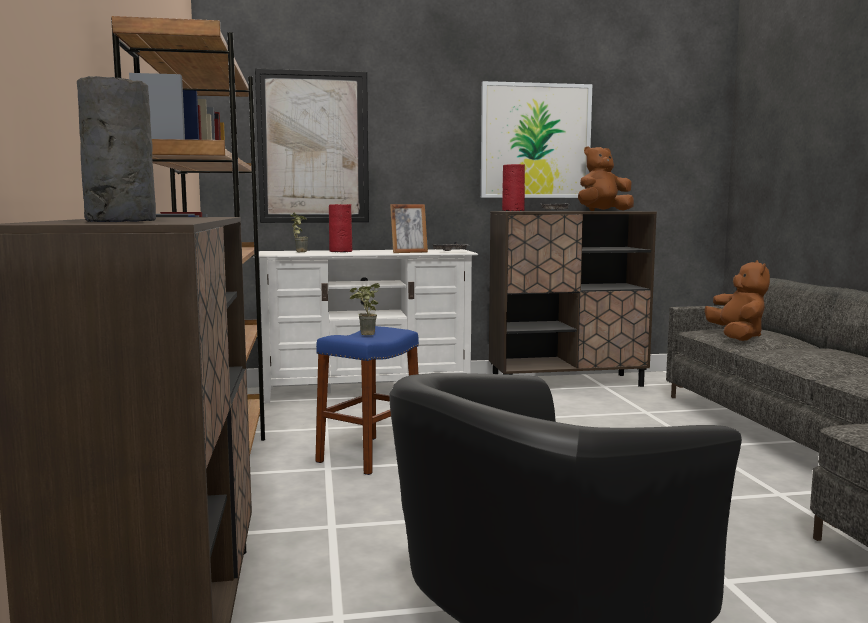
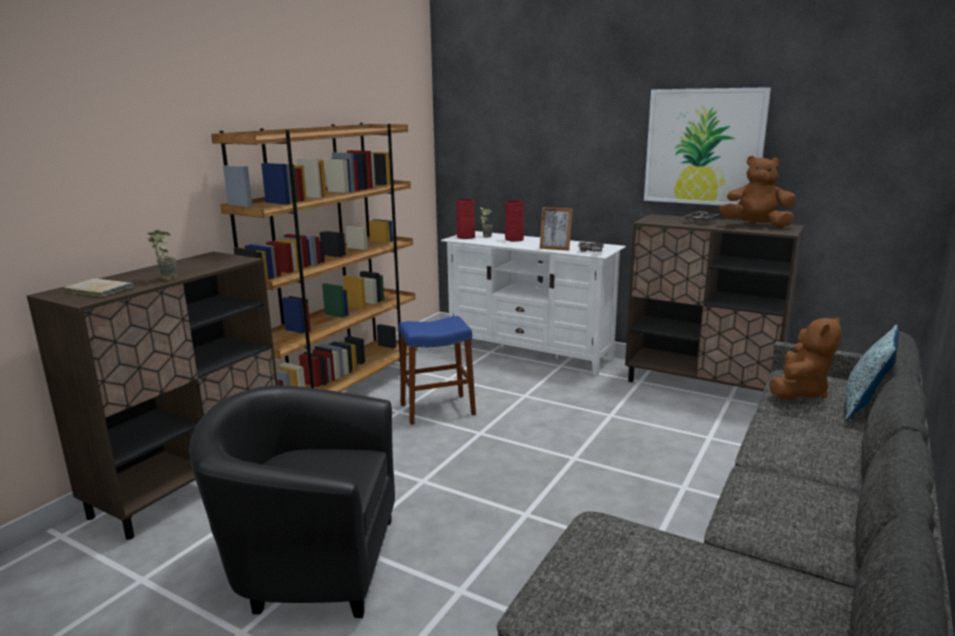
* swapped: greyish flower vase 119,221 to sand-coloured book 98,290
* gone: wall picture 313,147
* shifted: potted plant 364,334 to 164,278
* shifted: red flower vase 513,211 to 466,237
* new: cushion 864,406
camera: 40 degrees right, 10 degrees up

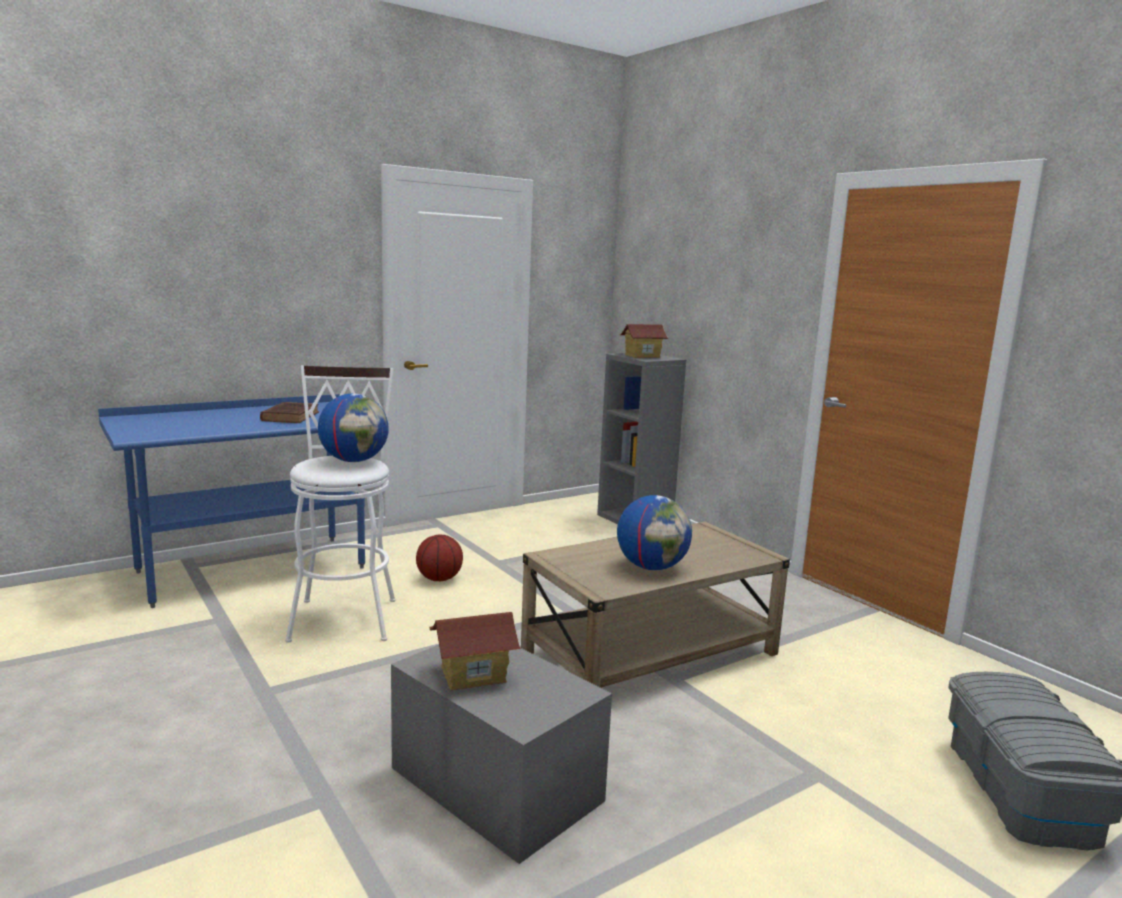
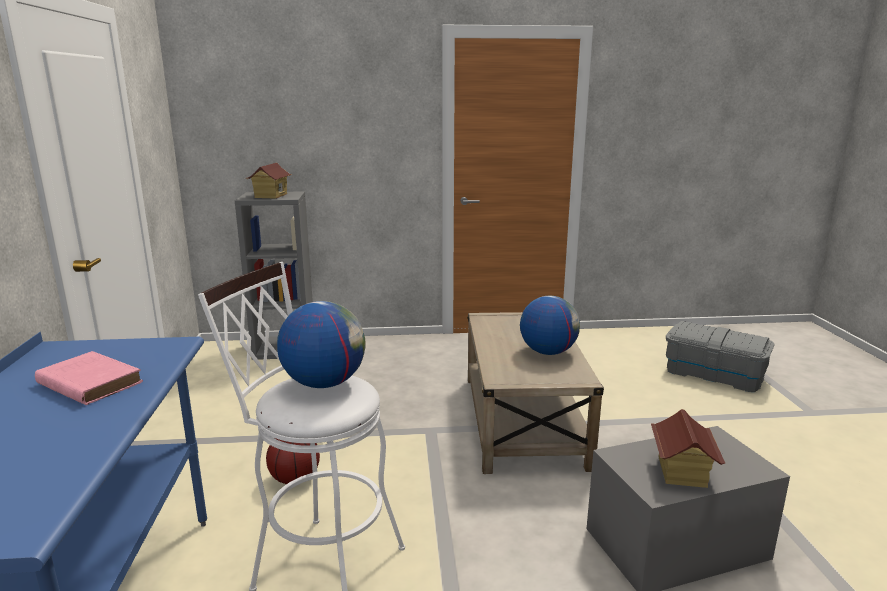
* repainted: brownish book 291,416 to pink book 88,382
camera: 60 degrees left, 5 degrees up

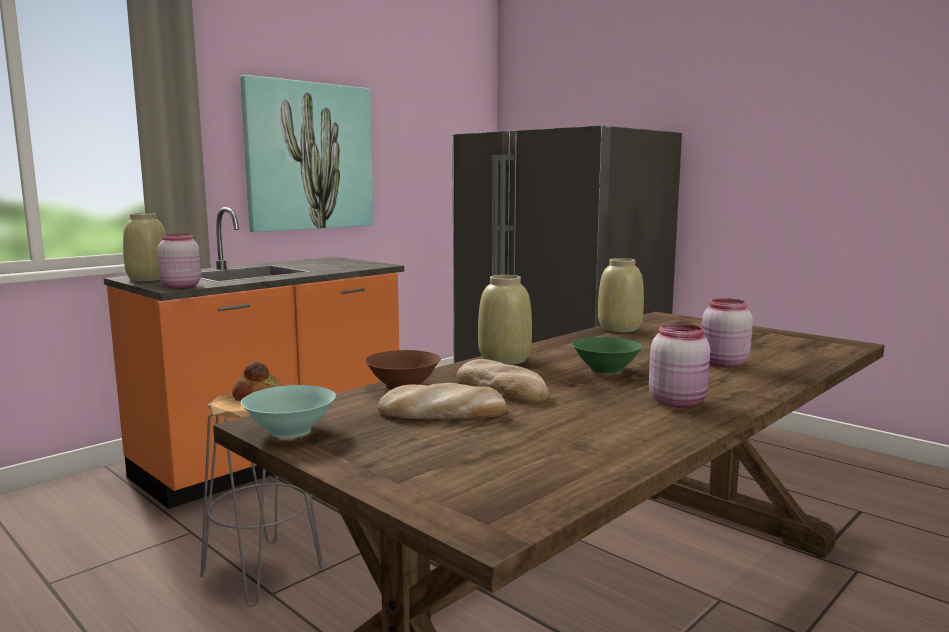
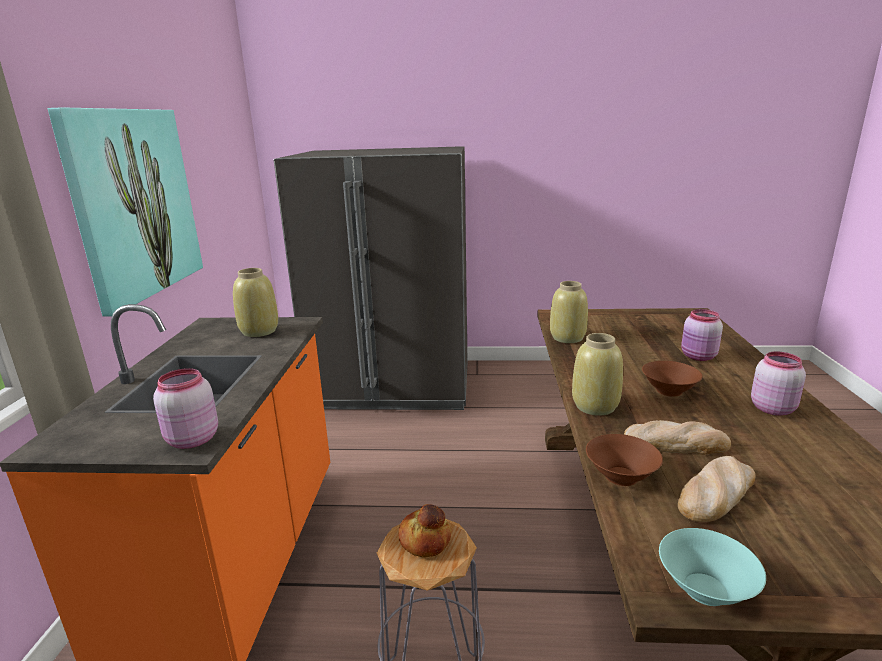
* shifted: sand-coloured flower vase 149,279 to 260,331
* repainted: green-coloured serving bowl 605,369 to brownish serving bowl 668,391
camera: 40 degrees left, 10 degrees up

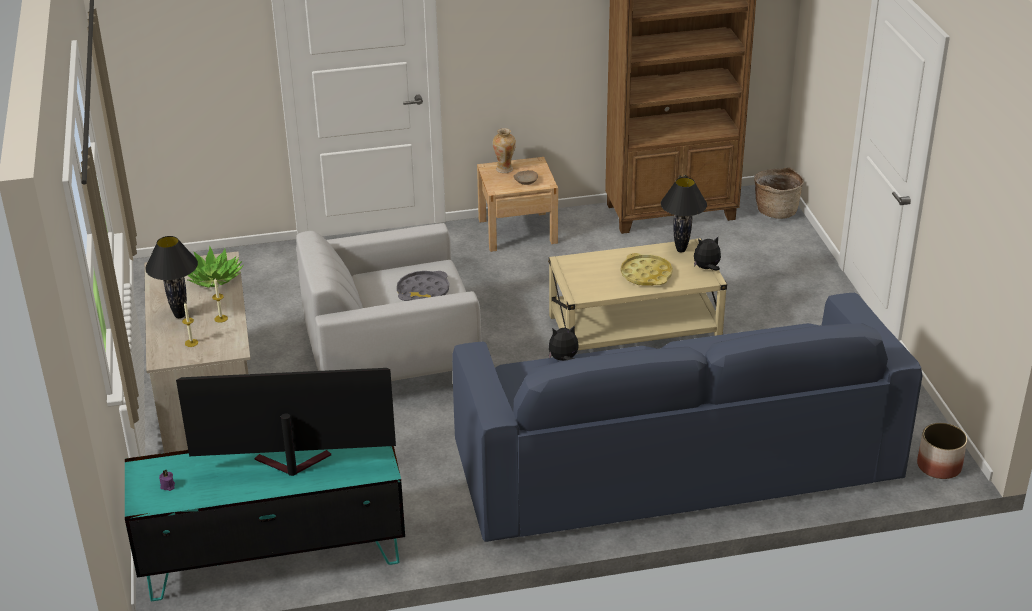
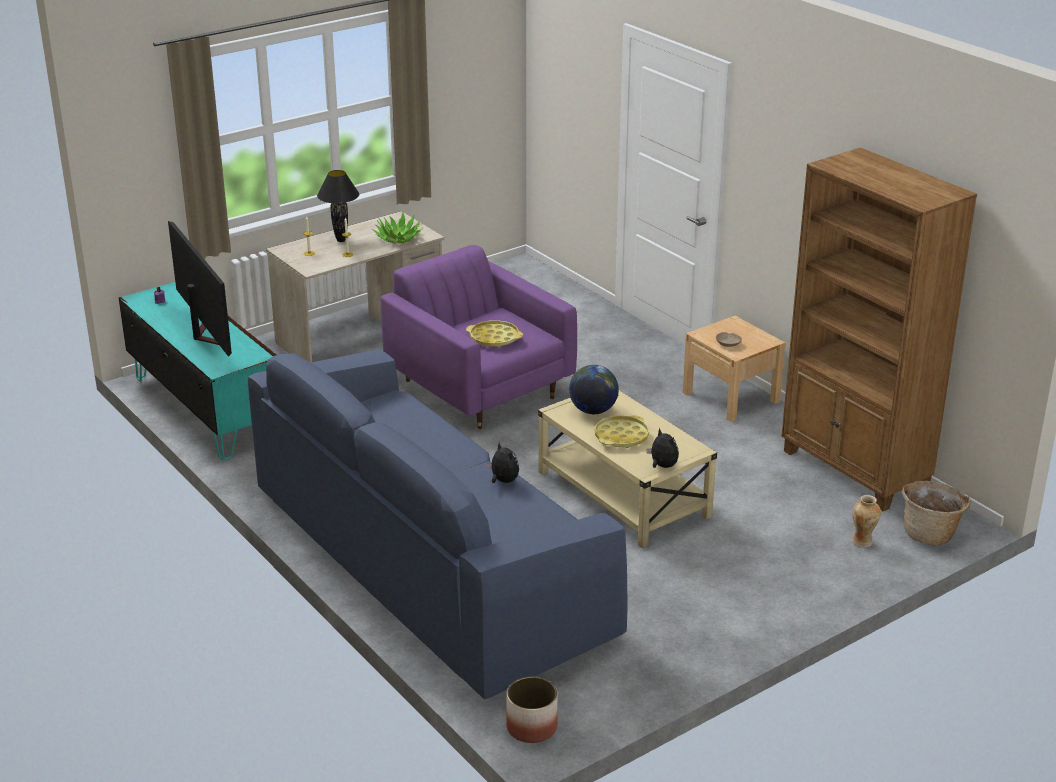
* repainted: white-coloured lounge chair 391,359 to purple-coloured lounge chair 479,389
* repainted: greyish carrying tray 423,292 to yellow-coloured carrying tray 494,338
* shifted: flower vase 504,169 to 862,542
* shifted: plush toy 563,359 to 503,481
* gone: black-coloured tabletop lamp 681,250
* new: world globe 593,411
camera: 65 degrees right, 5 degrees down

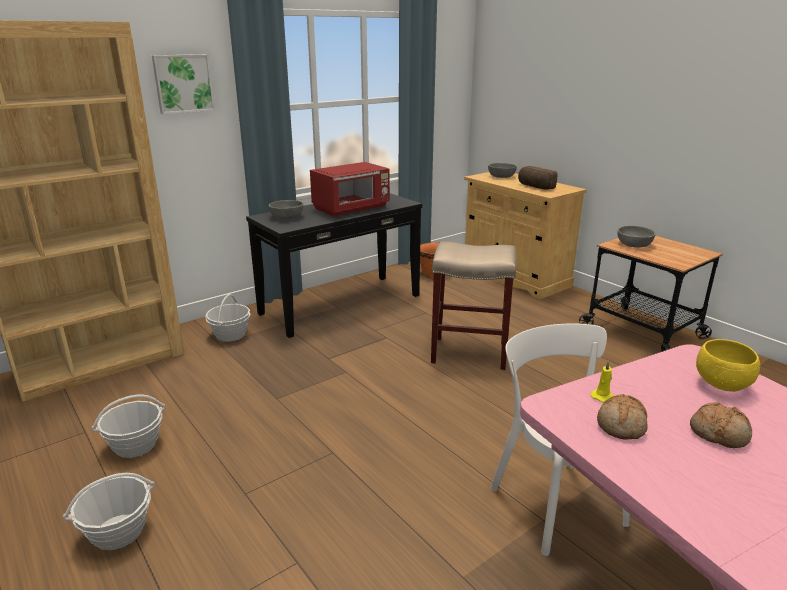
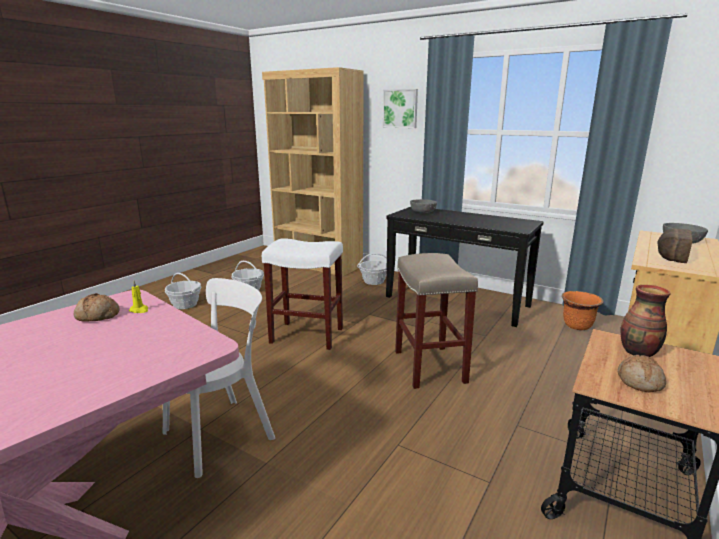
* gone: red kitchen microwave 352,209
* swapped: greyish serving bowl 634,244 to flower vase 638,352
* shifted: bakery bread 719,433 to 640,381
* gone: yellow-coloured serving bowl 723,386
* new: white-coloured stool seat 308,335
camera: 70 degrees right, 5 degrees down

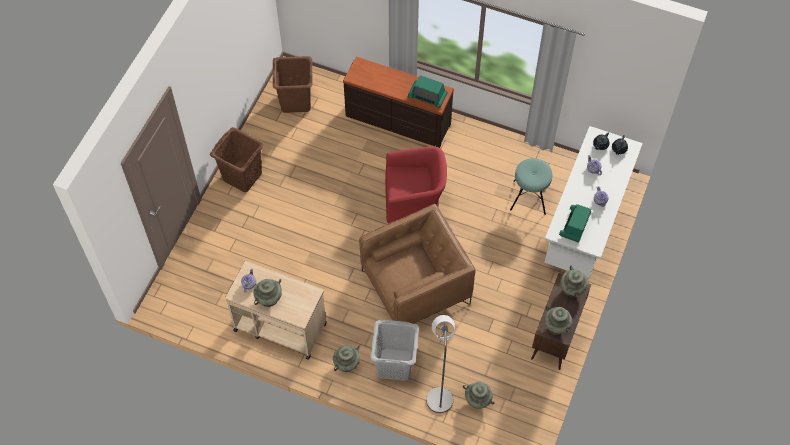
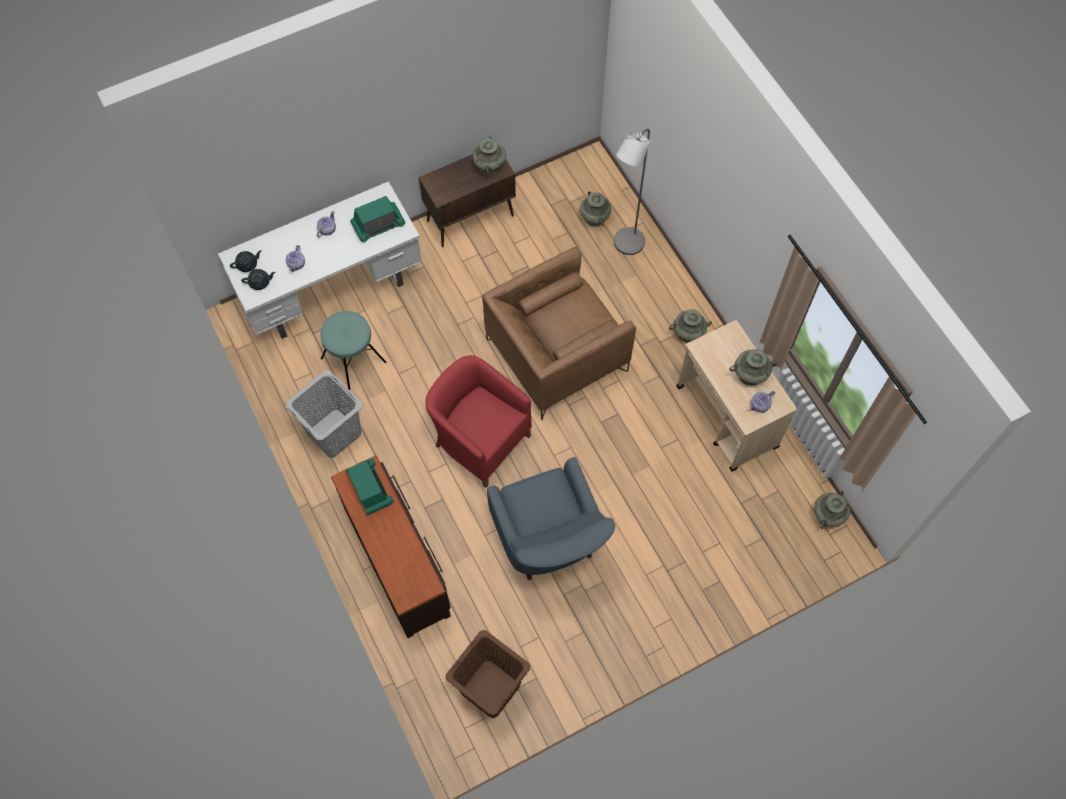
* gone: brownish laundry basket 242,176
* rotated: brownish lounge chair 416,287 = 556,355 45 degrees counterclockwise
* shifted: greyish laundry basket 394,364 to 334,433
* shifted: turquoise flower vase 572,289 to 827,516
* new: blue-coloured lounge chair 549,543
camera: 140 degrees left, 5 degrees up

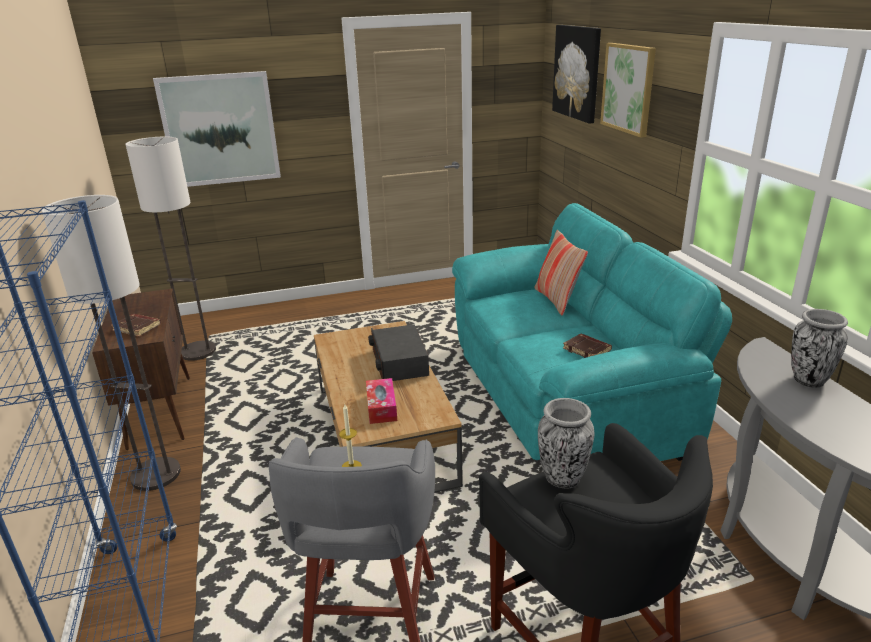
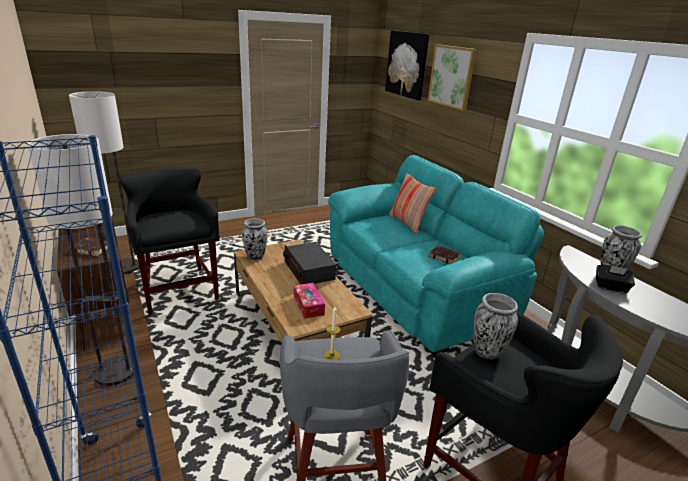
* gone: wall picture 220,129
* new: black-coloured stool seat 179,290
* new: flower vase 255,257
* new: black-coloured tissue box 610,287
camera: 15 degrees left, 0 degrees up

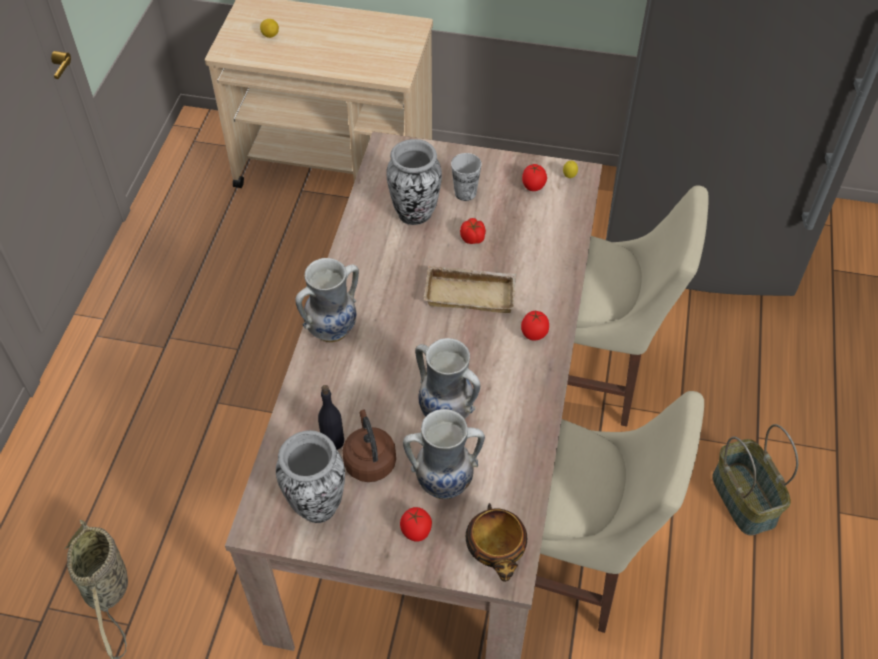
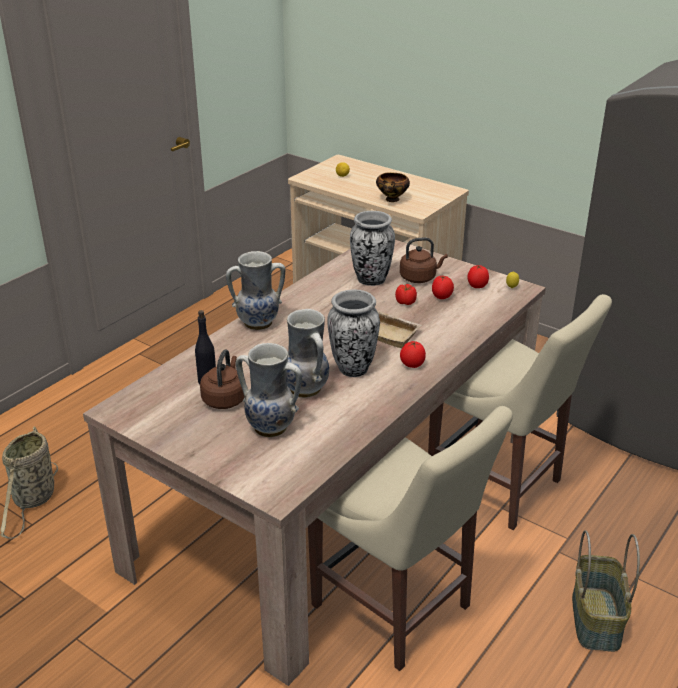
* shifted: flower vase 317,505 to 353,368
* shifted: whole tomato 416,532 to 441,297
* swapped: drinking cup 465,193 to brownish water kettle 419,278
* shifted: serving bowl 496,555 to 392,200
camera: 25 degrees right, 20 degrees down

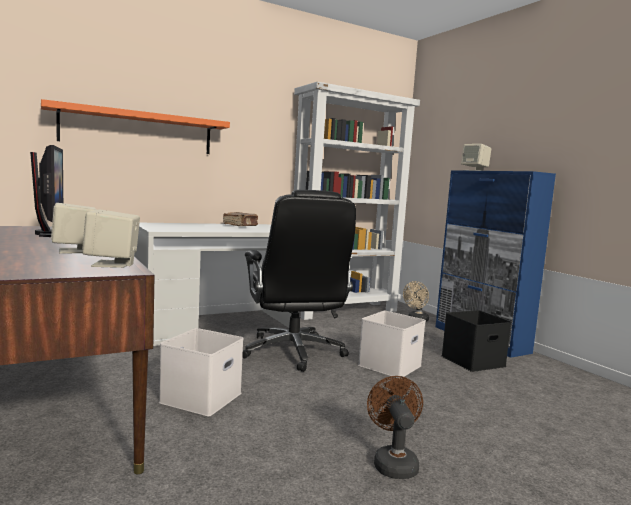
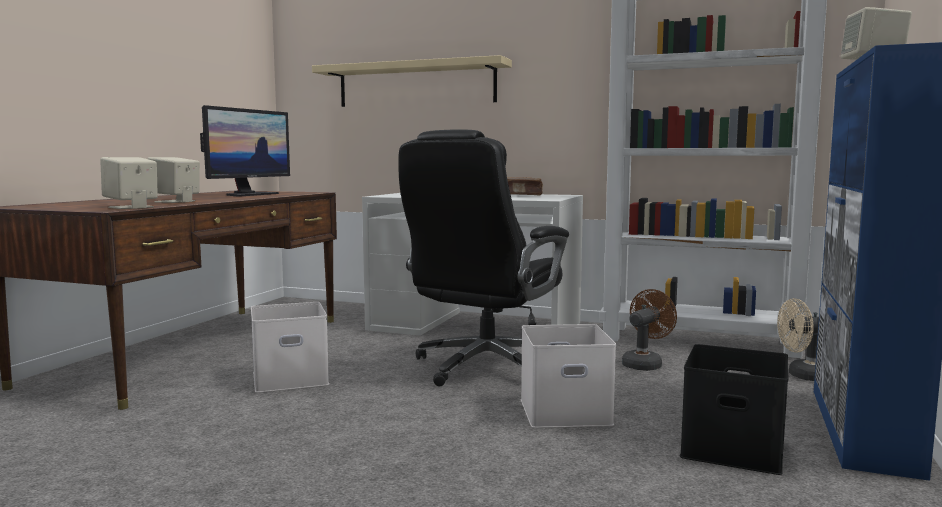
* repainted: orange-coloured wall shelf 138,131 to sand-coloured wall shelf 416,84
* shifted: brownish electric fan 393,462 to 645,364
camera: 50 degrees right, 0 degrees up

